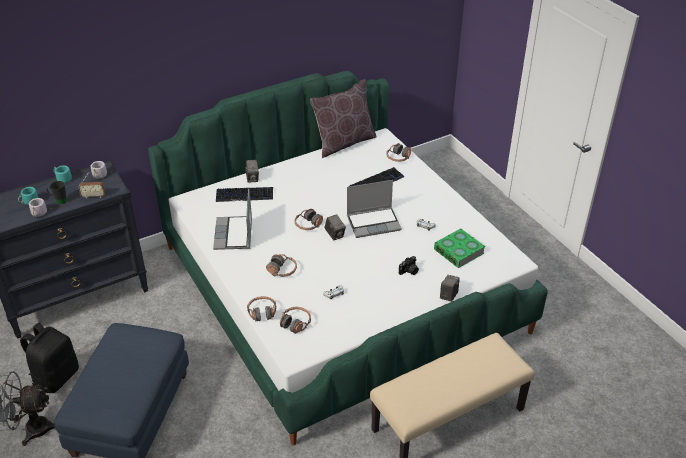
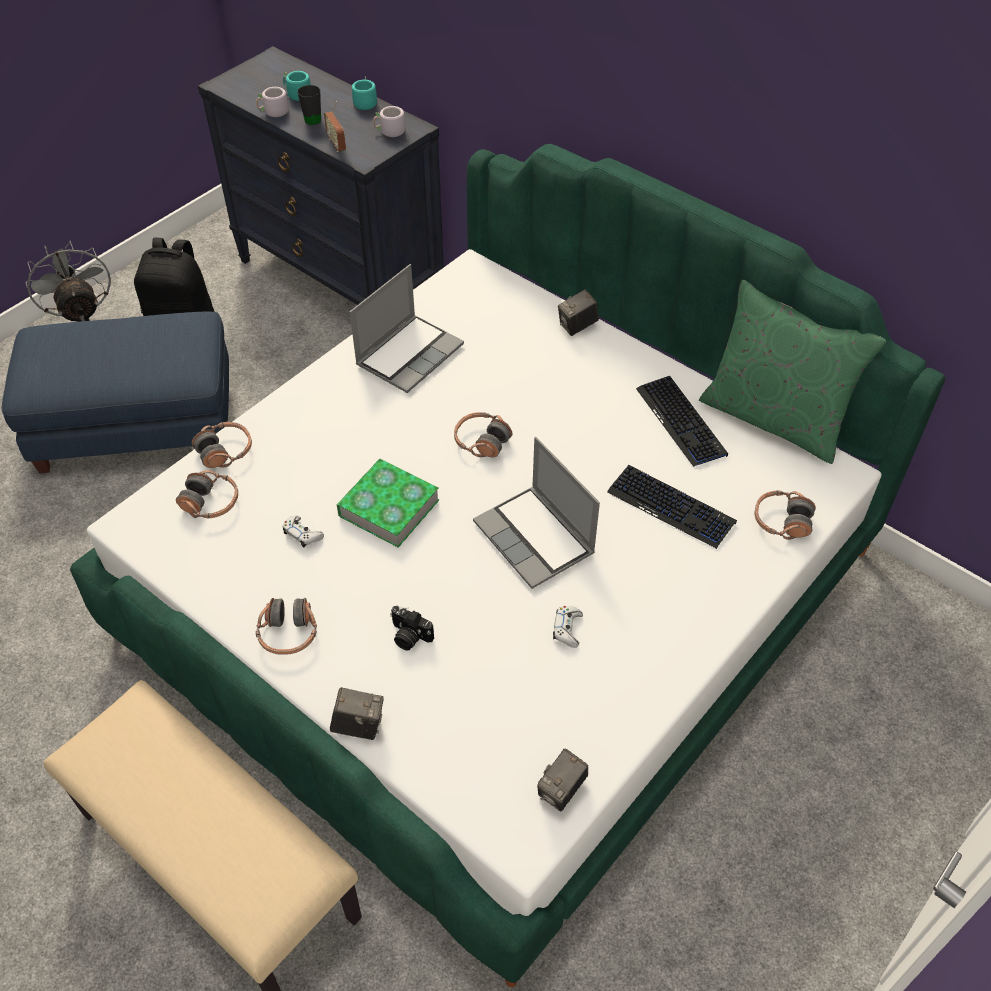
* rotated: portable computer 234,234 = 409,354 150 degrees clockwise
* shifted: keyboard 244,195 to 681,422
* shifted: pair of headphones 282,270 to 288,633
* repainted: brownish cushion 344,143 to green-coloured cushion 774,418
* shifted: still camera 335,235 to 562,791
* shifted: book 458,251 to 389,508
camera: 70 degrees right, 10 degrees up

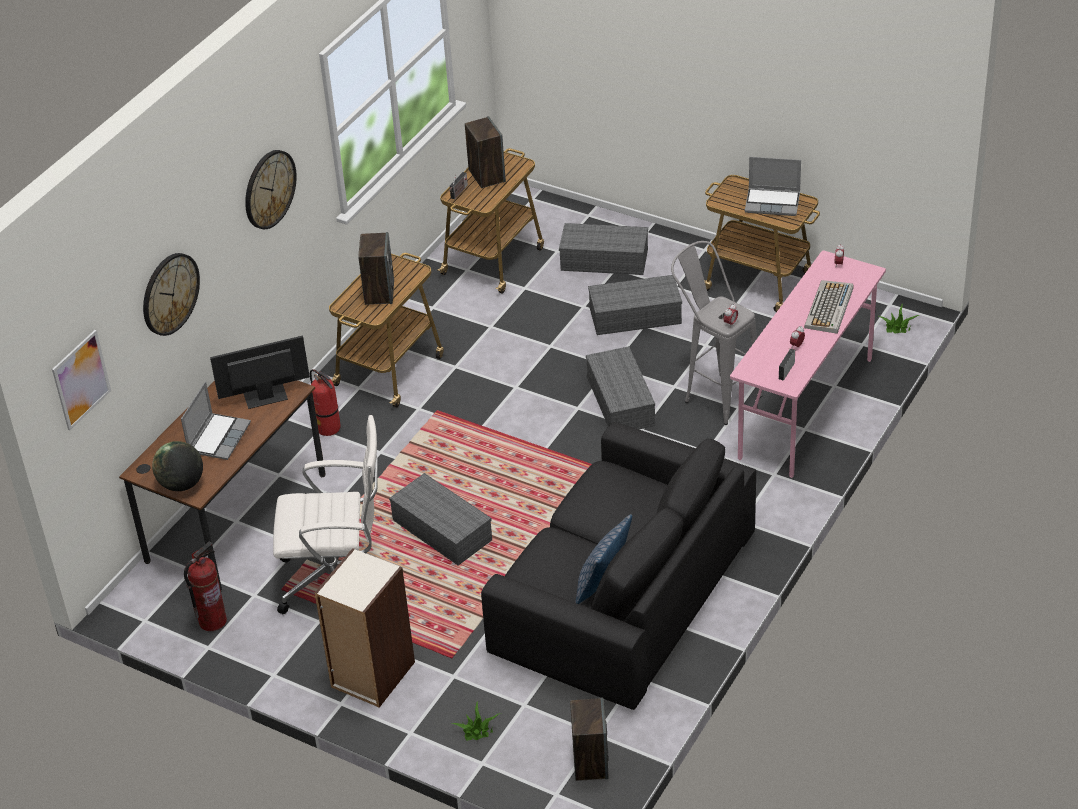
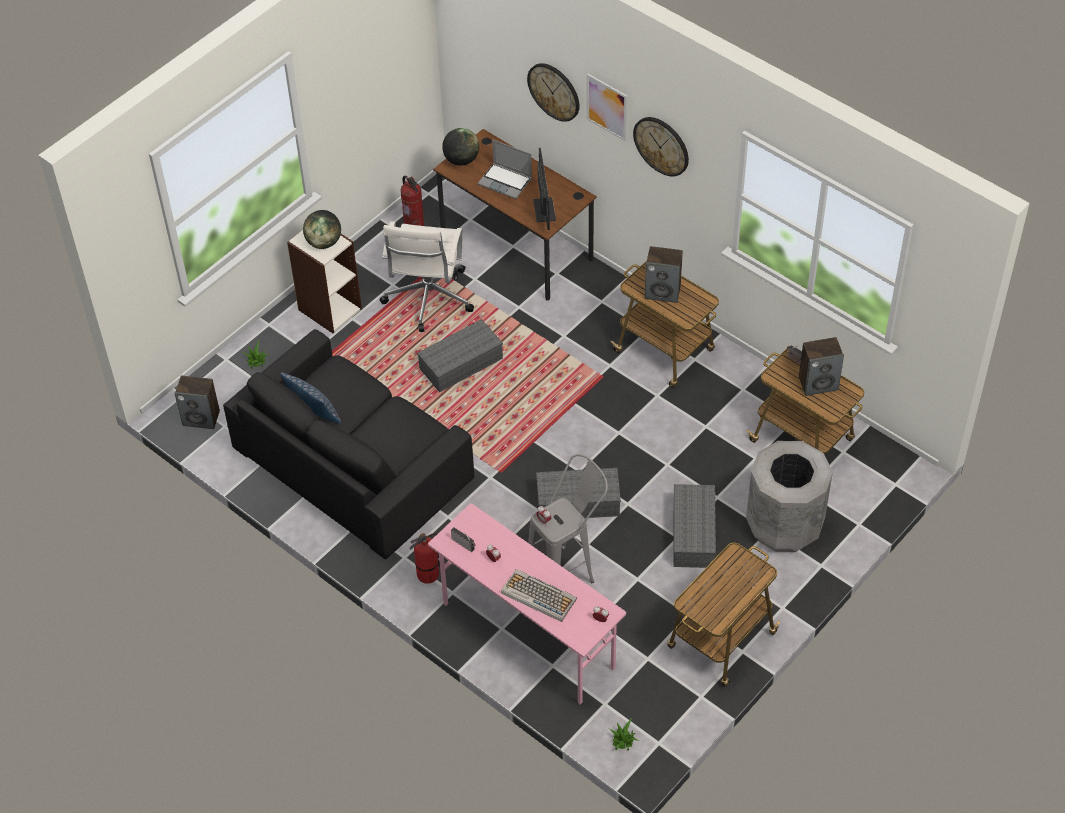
* shifted: wall picture 81,379 to 607,107
* shifted: fire-fighting cylinder 328,428 to 428,575
* swapped: greyish storage container 605,259 to greyish trash can 784,526
* gone: portable computer 773,202
* new: world globe 323,242
camera: 100 degrees right, 10 degrees up

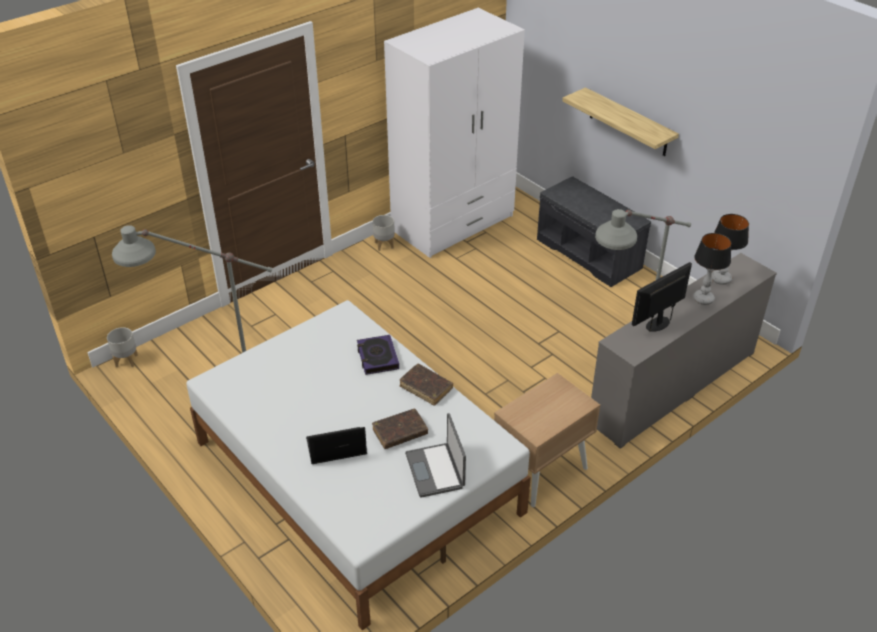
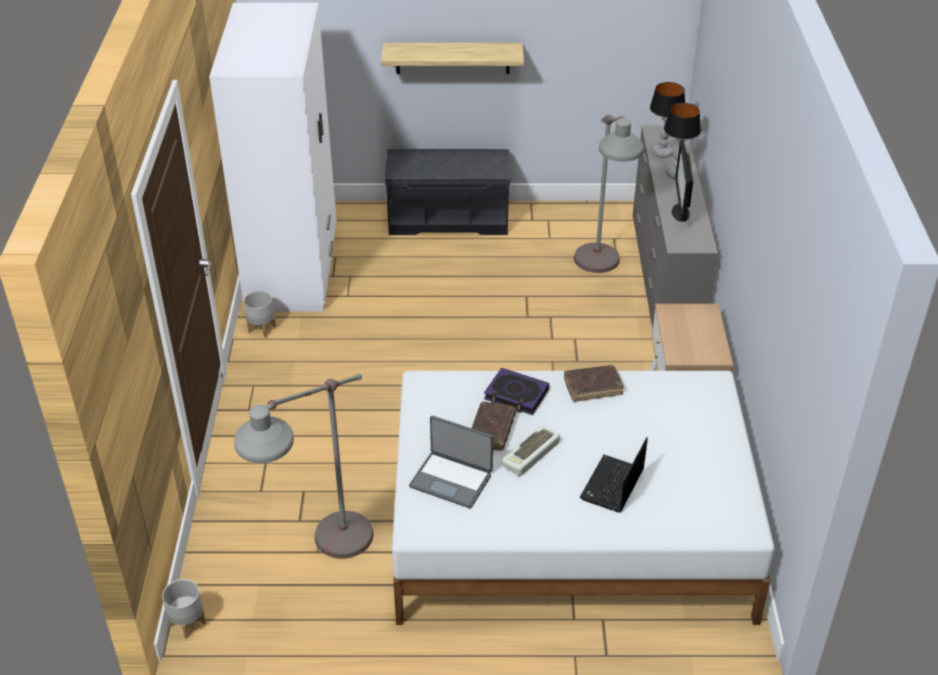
* shifted: brownish book 400,433 to 492,431
* shifted: portable computer 436,470 to 451,479
* new: keyboard 531,455
camera: 50 degrees left, 0 degrees up

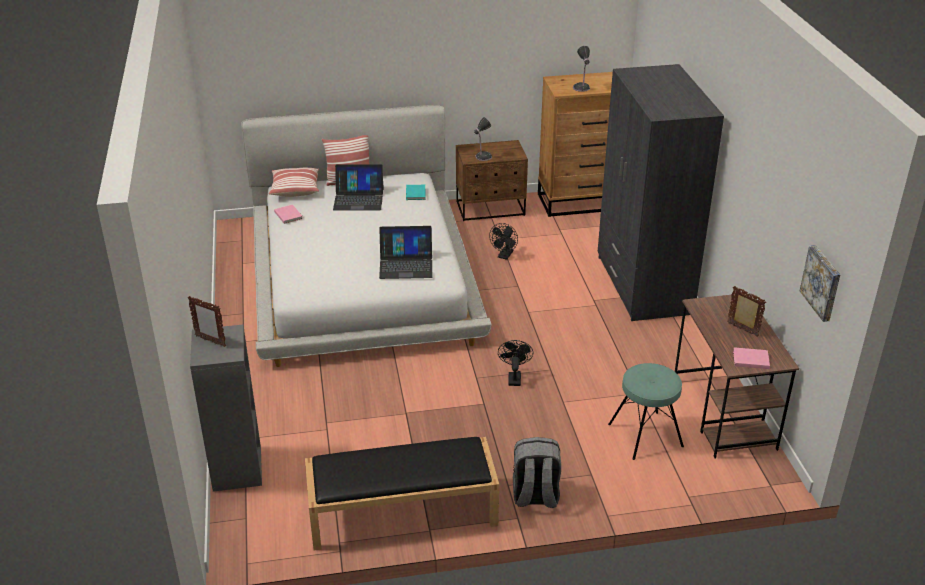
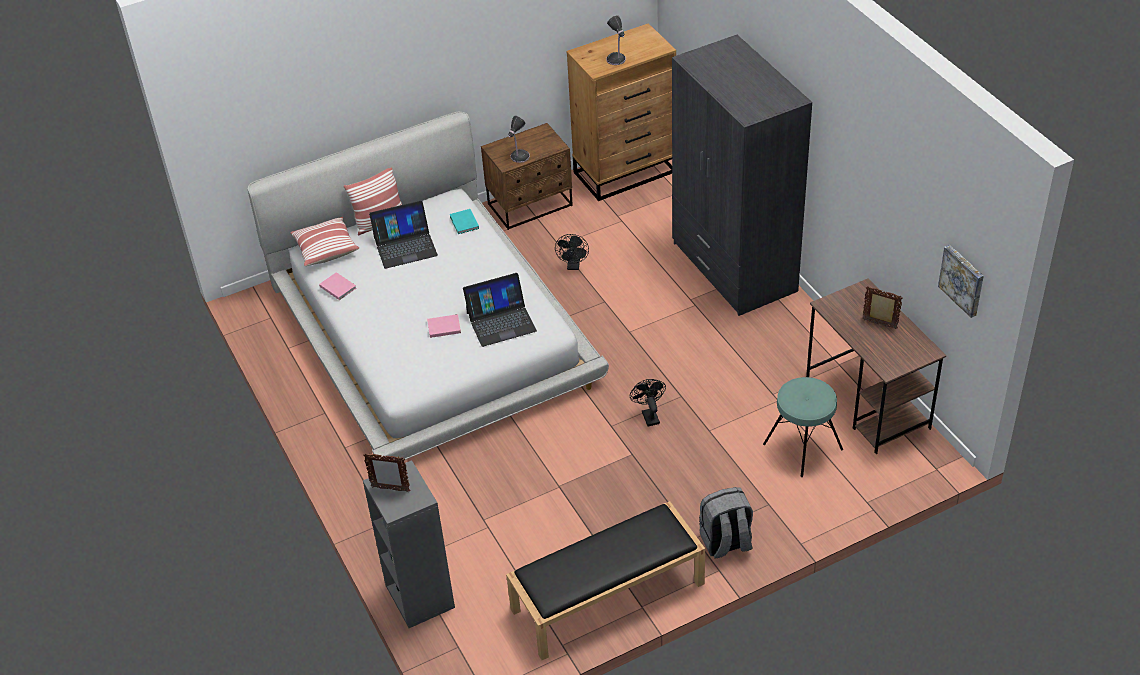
* shifted: pink book 749,359 to 443,327
camera: 15 degrees left, 10 degrees up

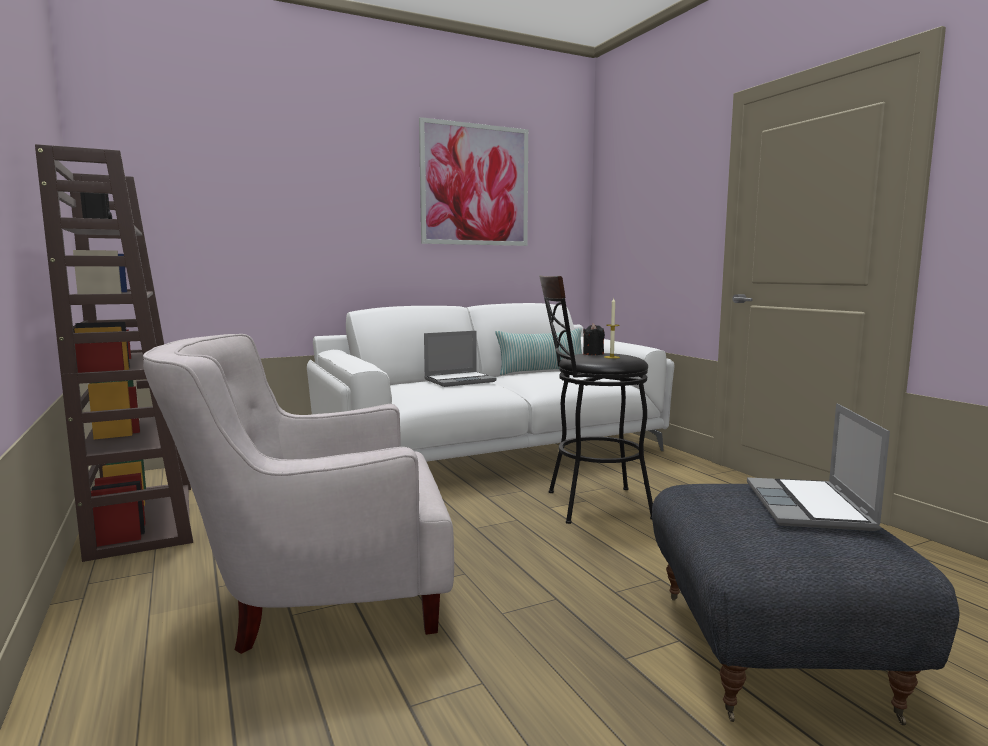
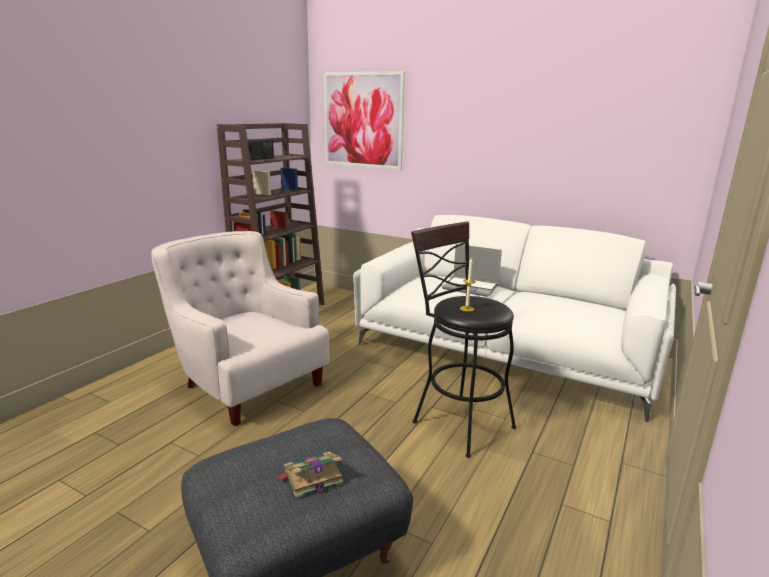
* shifted: wall picture 475,185 to 363,120
* gone: cushion 541,371
* gone: black-coloured wax light 593,354
* swapped: portable computer 810,507 to book 311,478
camera: 55 degrees right, 10 degrees up

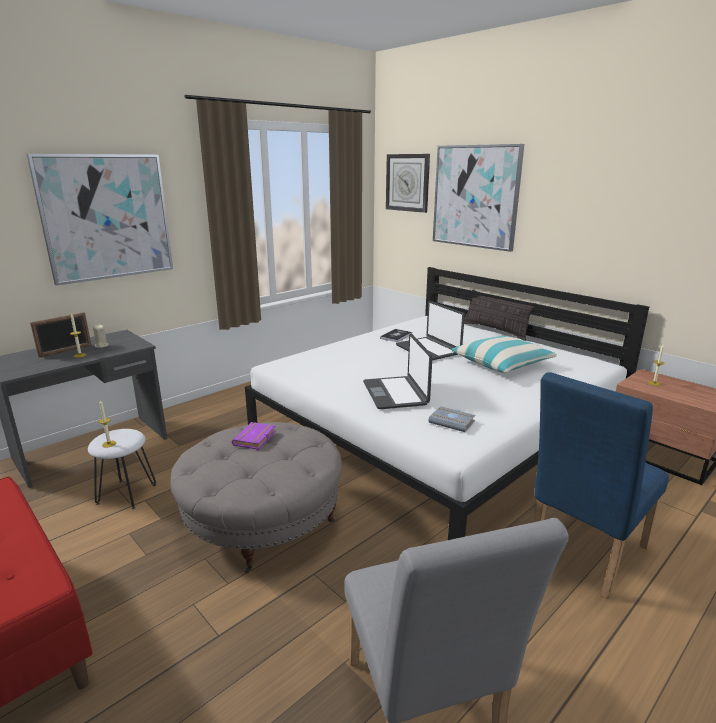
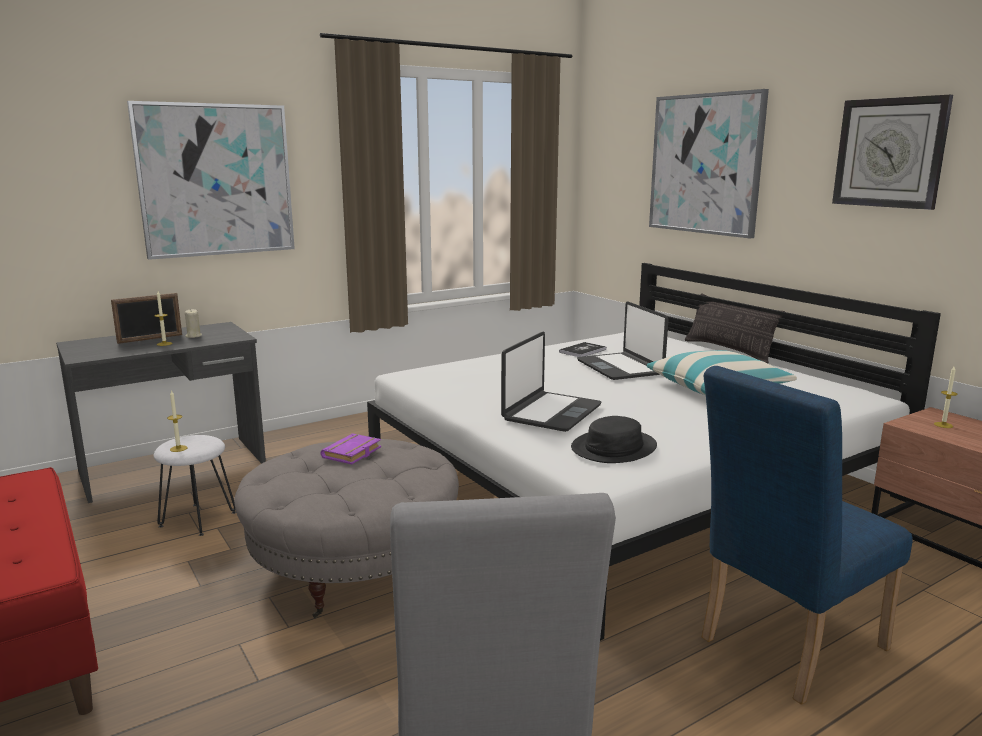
* rotated: portable computer 396,393 = 551,412 150 degrees counterclockwise
* shifted: clock on the wall 407,182 to 890,153
* swapped: greyish book 453,422 to black-coloured clothing hat 614,448
camera: 10 degrees right, 5 degrees down

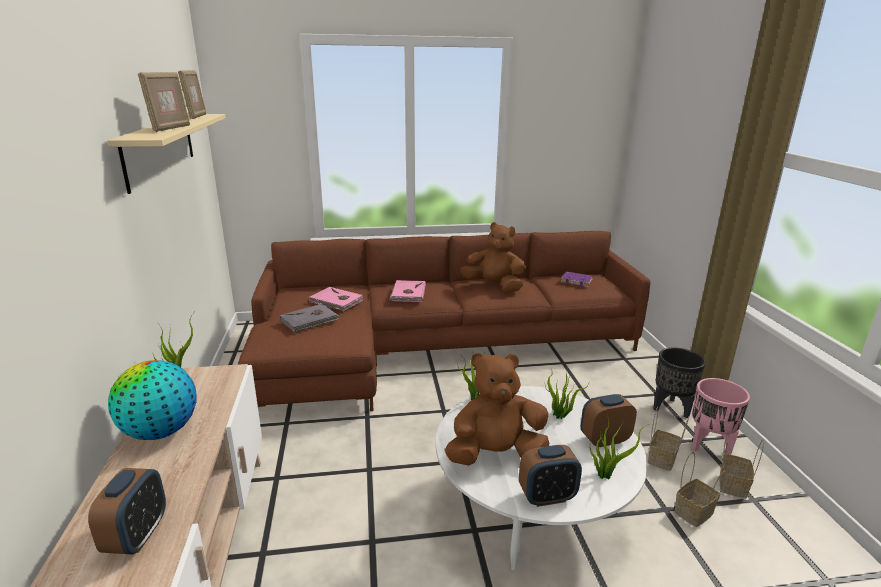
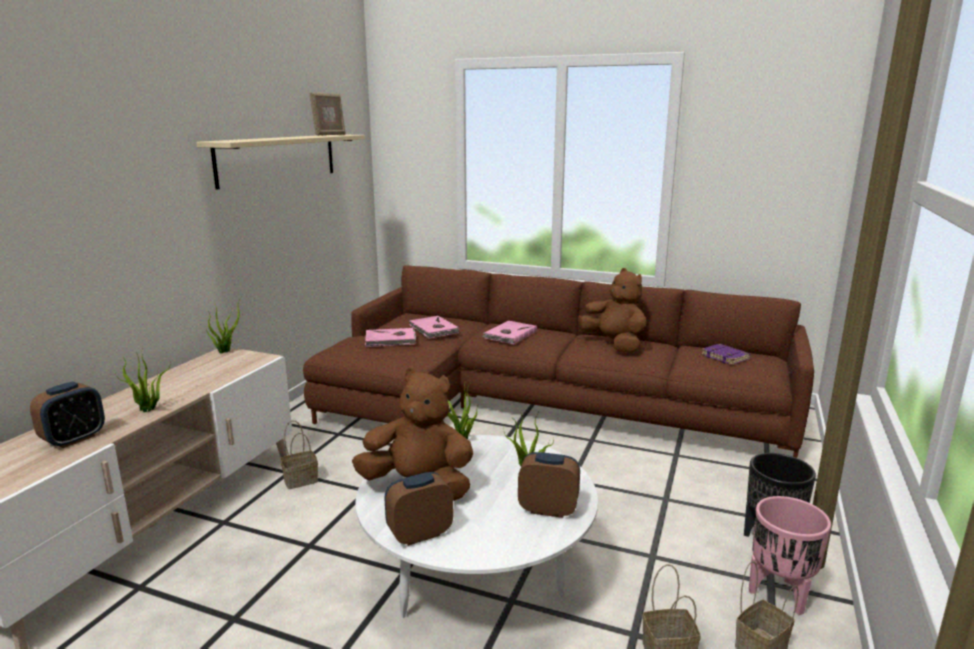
* gone: world globe 160,432
* gone: standing frame 170,128
* repainted: greyish book 310,320 to pink book 390,340
* rotated: alarm clock 547,497 = 419,534 135 degrees clockwise
* shifted: potted plant 606,475 to 148,410
* shifted: storage basket 662,460 to 299,480
camera: 30 degrees right, 5 degrees down

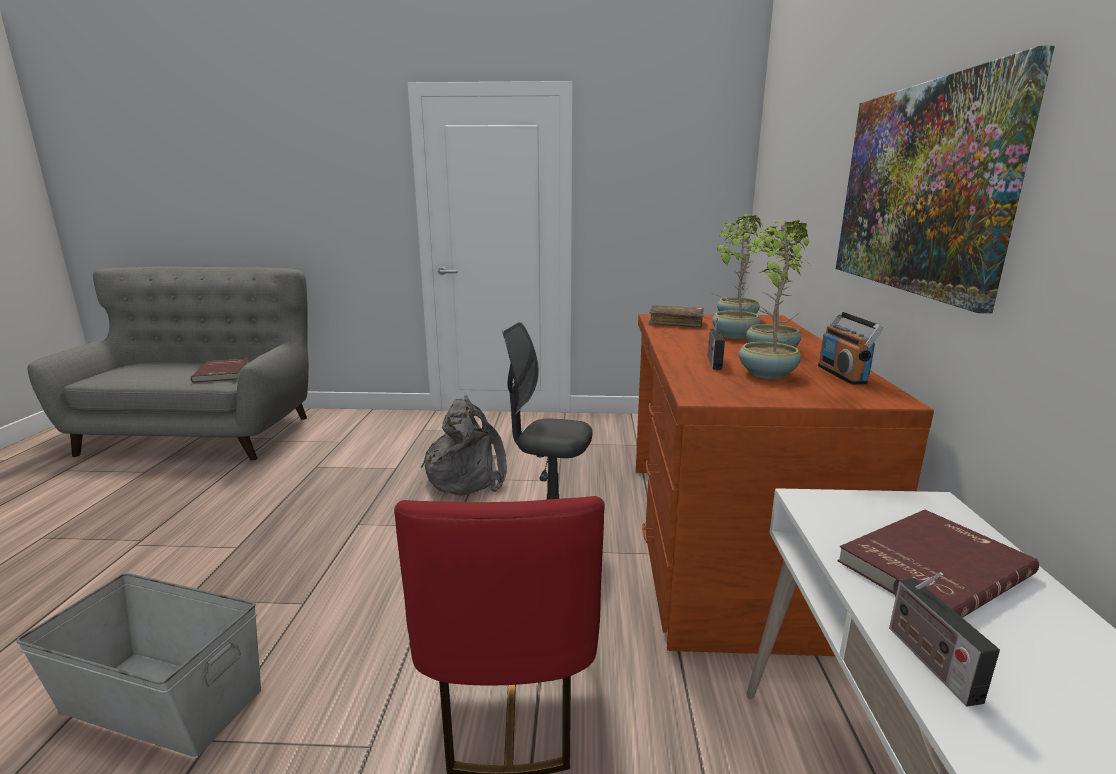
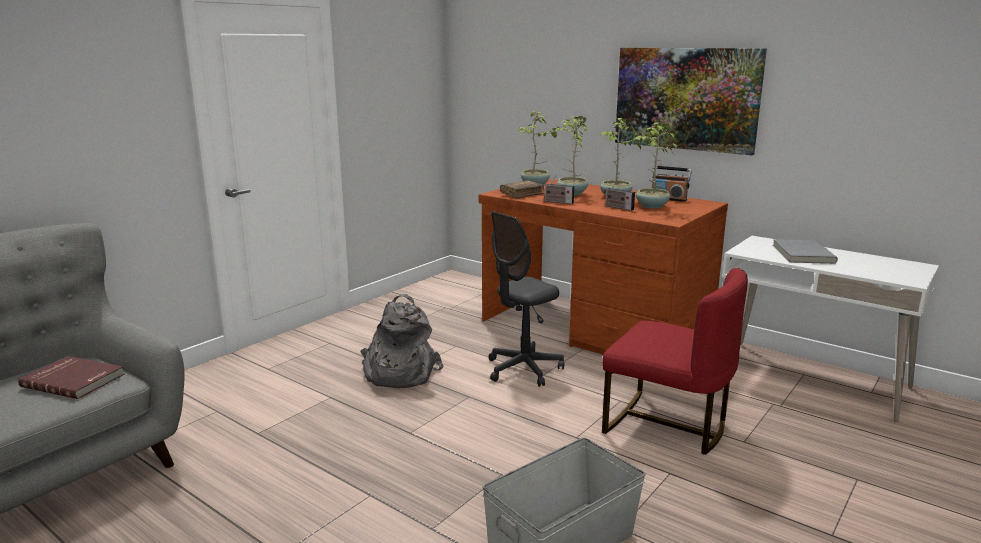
* repainted: red book 930,566 to greyish book 801,254
* shifted: radio set 927,659 to 557,202
camera: 55 degrees left, 0 degrees up

